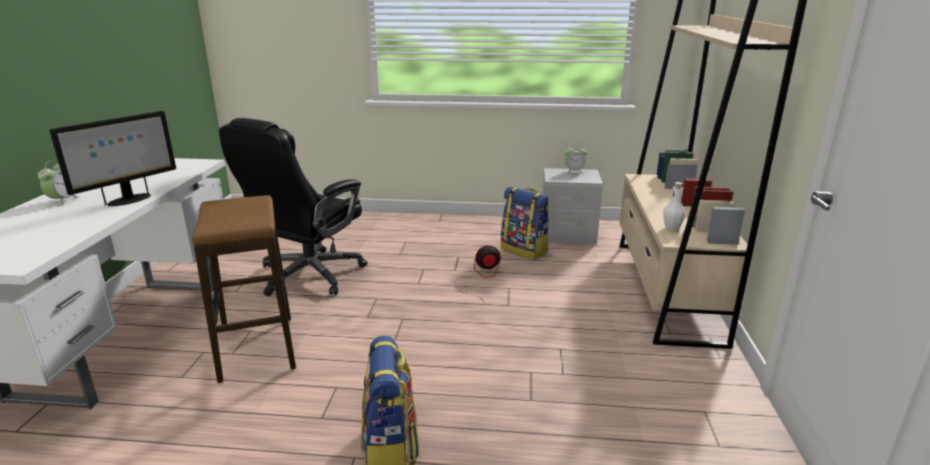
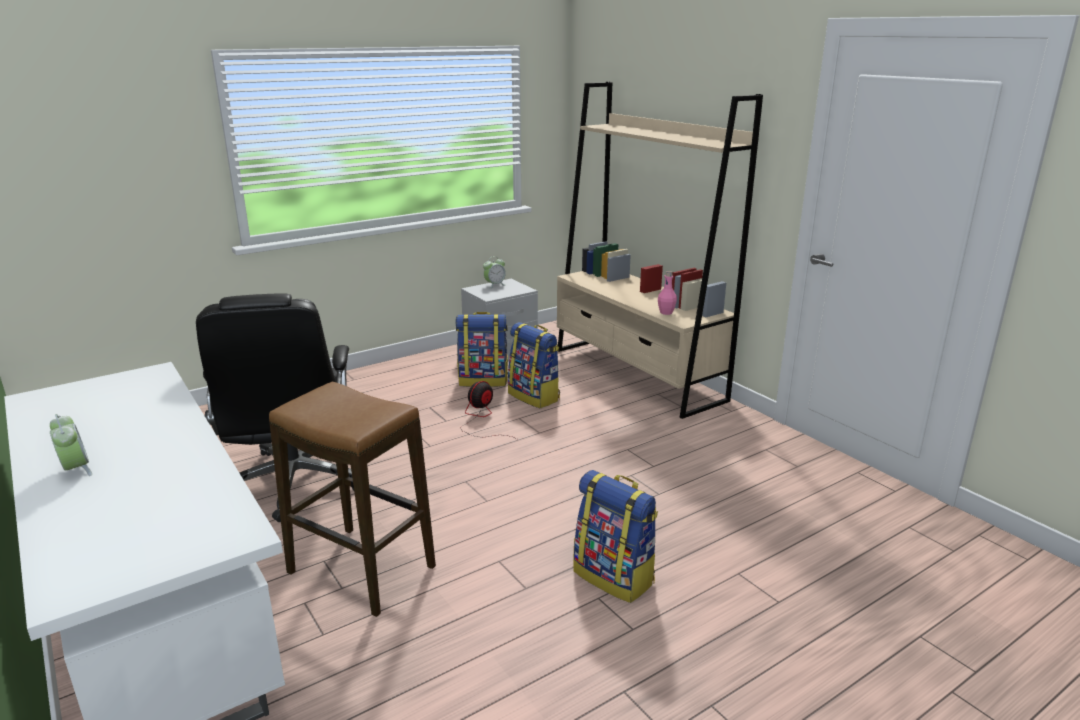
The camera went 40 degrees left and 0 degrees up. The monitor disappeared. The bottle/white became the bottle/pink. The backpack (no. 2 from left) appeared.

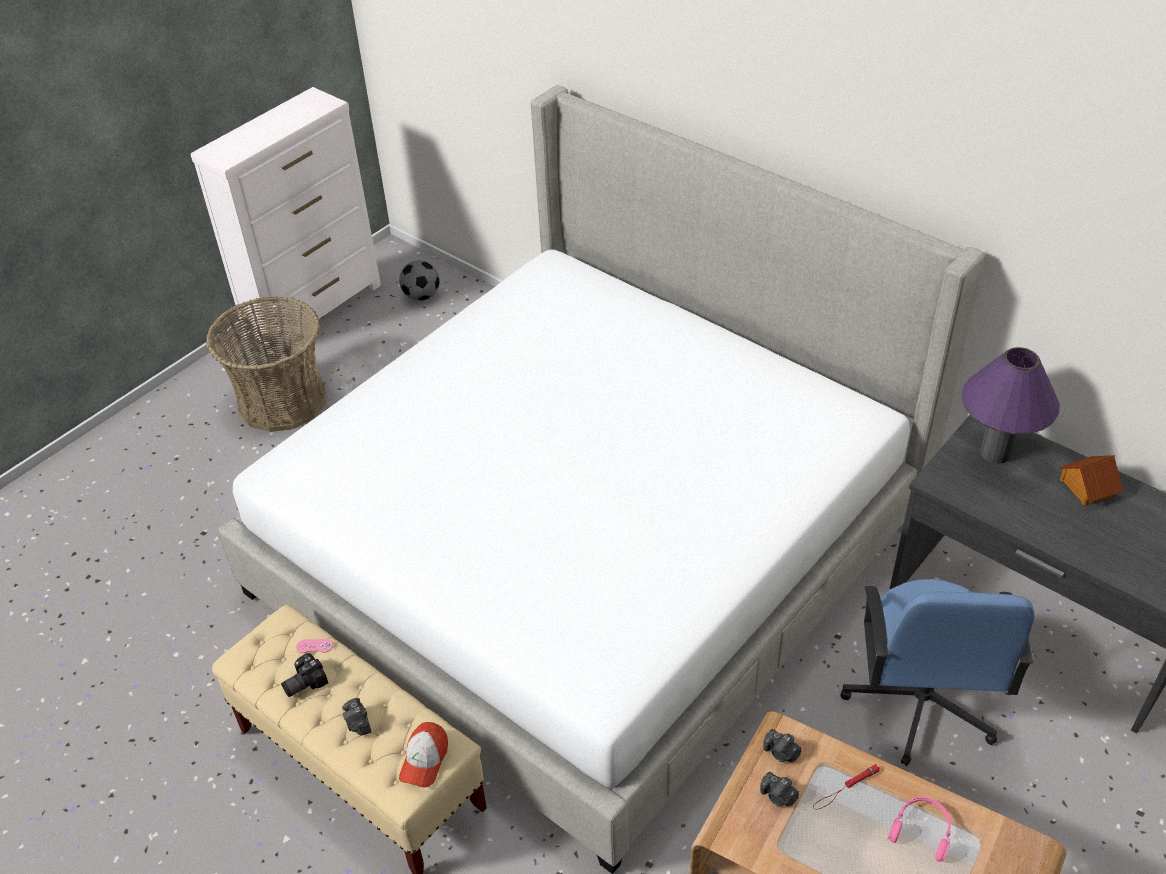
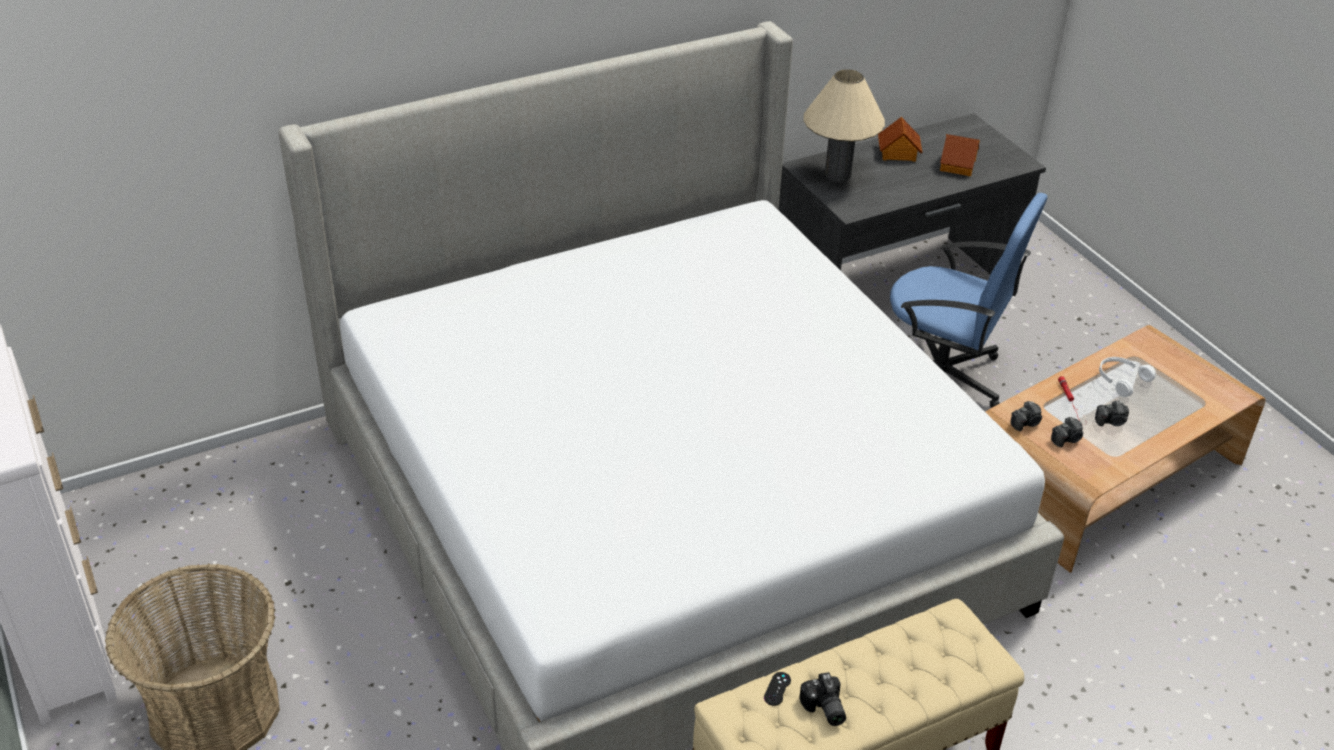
The camera went 70 degrees left and 5 degrees down. The football disappeared. The table lamp/purple became the table lamp/beige. The game controller/pink became the game controller/black. The photo camera (no. 2 from left in the first image) moved. The cap disappeared. The headphones/pink became the headphones/white. The toy house (no. 2 from left) appeared.

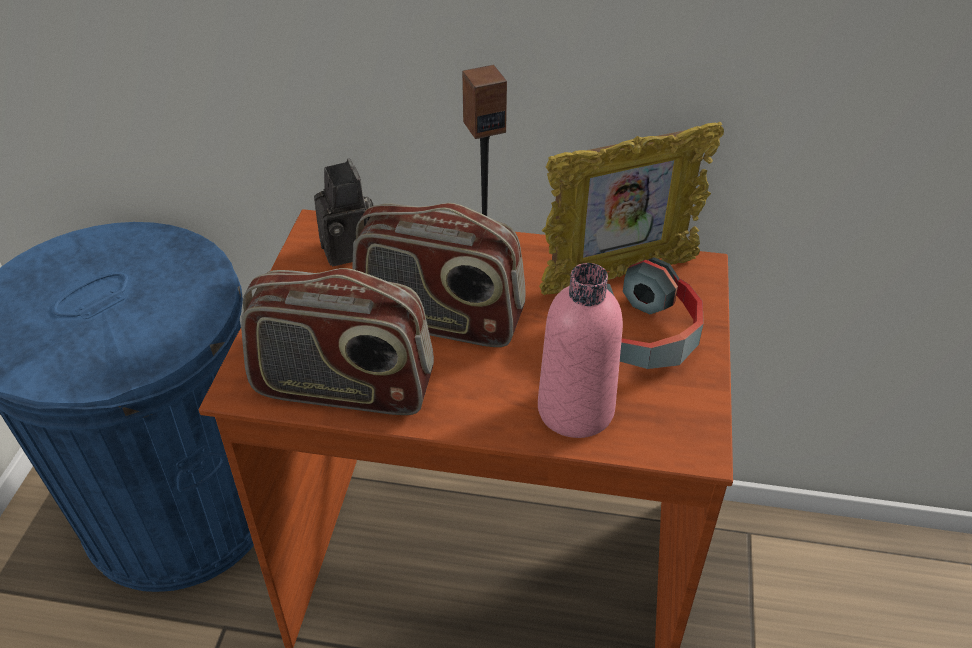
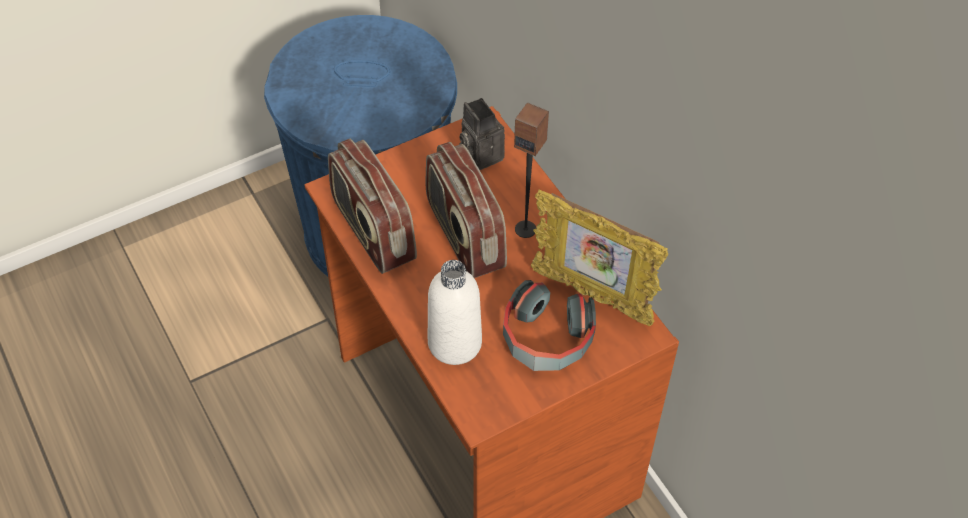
The camera went 50 degrees right and 10 degrees up. The photo camera turned 120 degrees clockwise. The bottle/pink became the bottle/white.

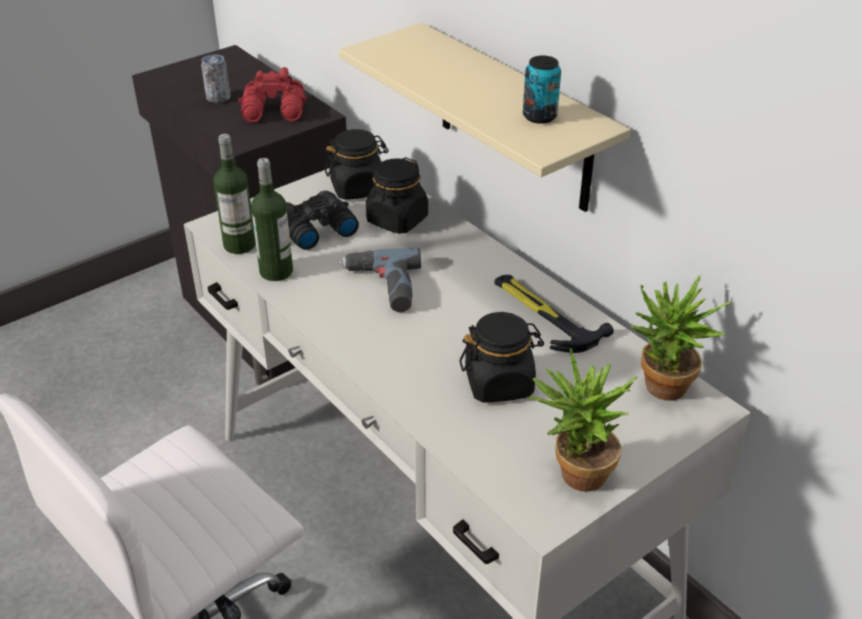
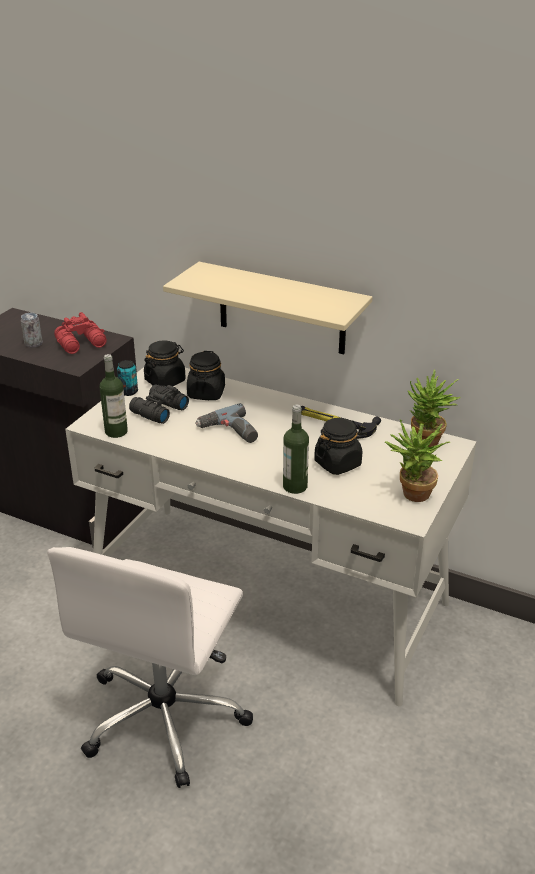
The camera went 25 degrees left and 5 degrees down. The can (no. 2 from left) moved. The bottle (no. 2 from left) moved.

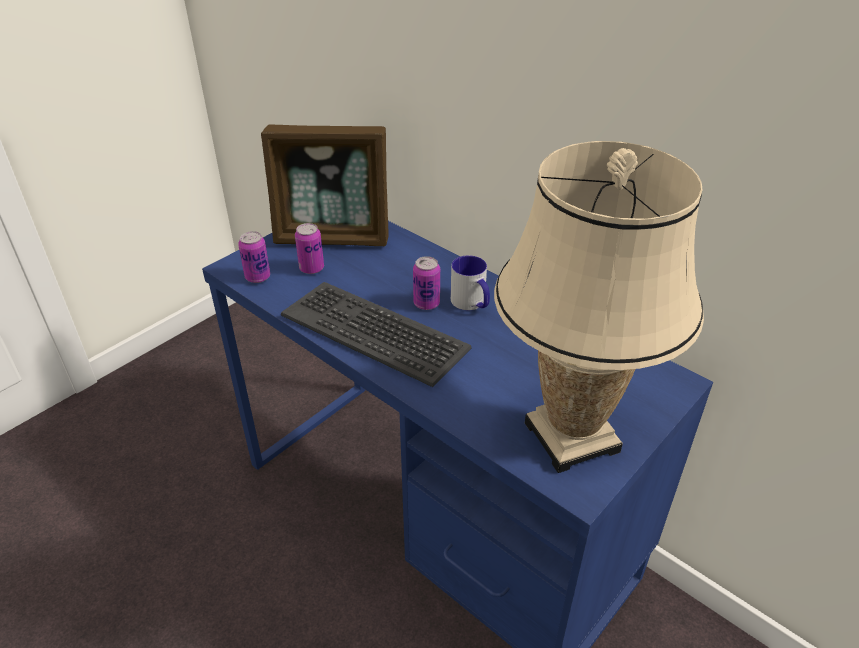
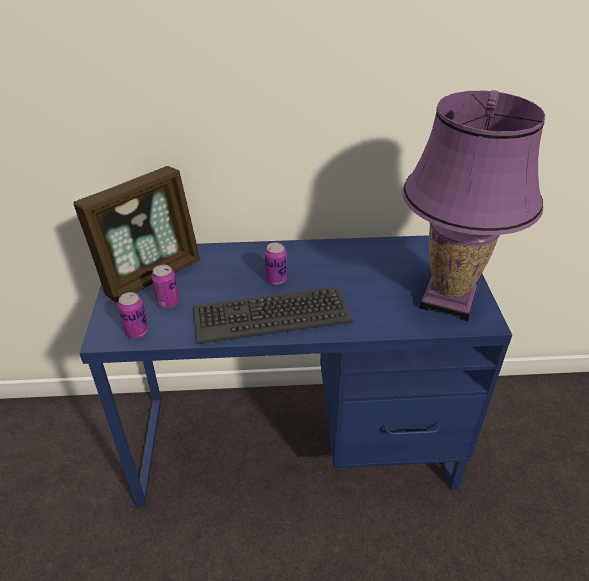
The camera went 45 degrees left and 0 degrees up. The table lamp/beige became the table lamp/purple. The mug disappeared.

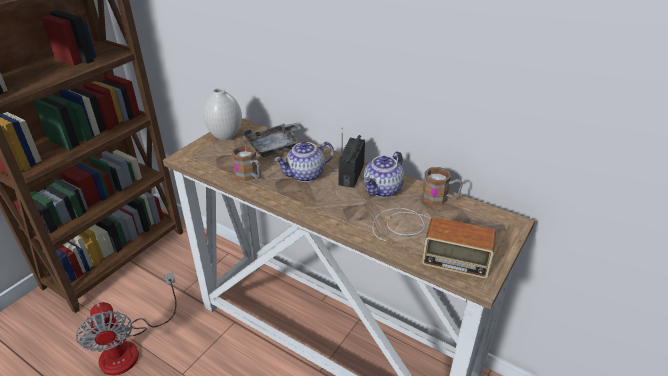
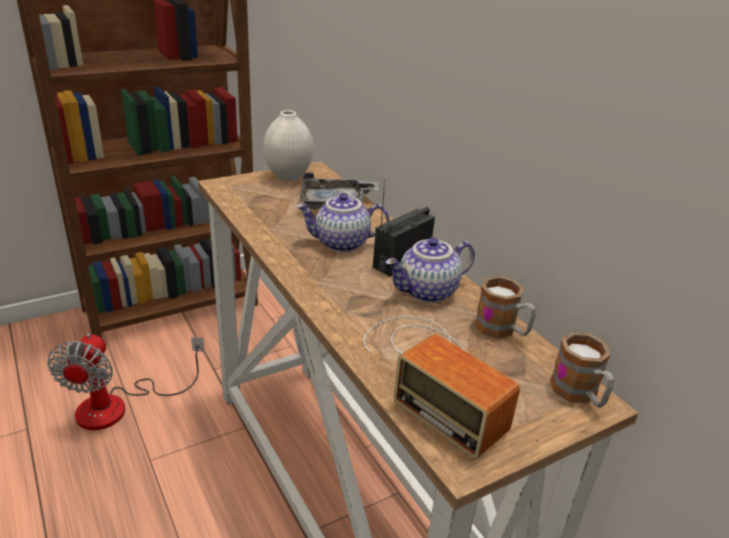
The camera went 25 degrees right and 5 degrees down. The mug (no. 1 from left in the first image) moved.

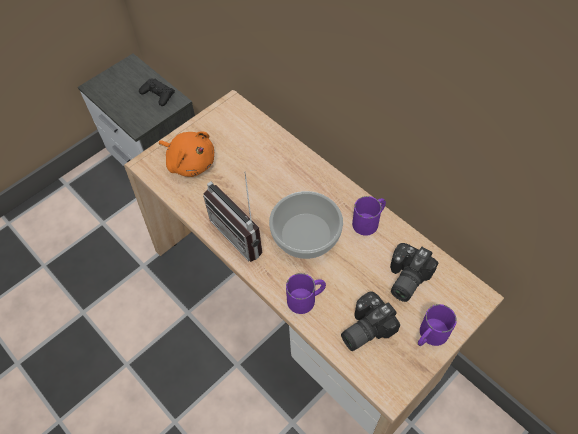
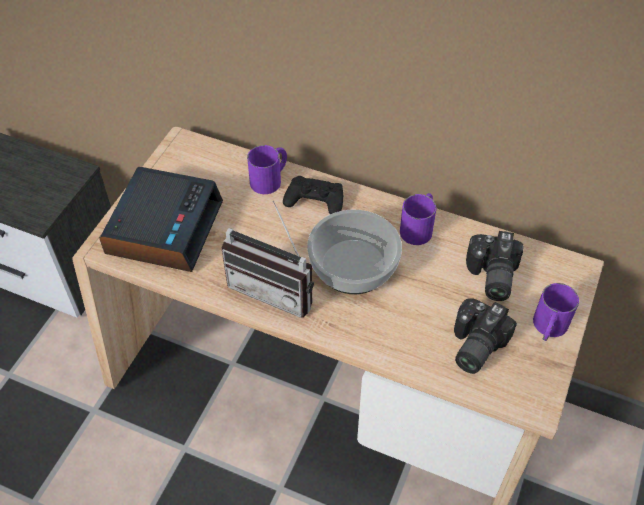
The camera went 25 degrees left and 5 degrees down. The game controller/black moved. The plush toy/orange was replaced by the alarm clock. The mug/purple (no. 1 from left) moved.

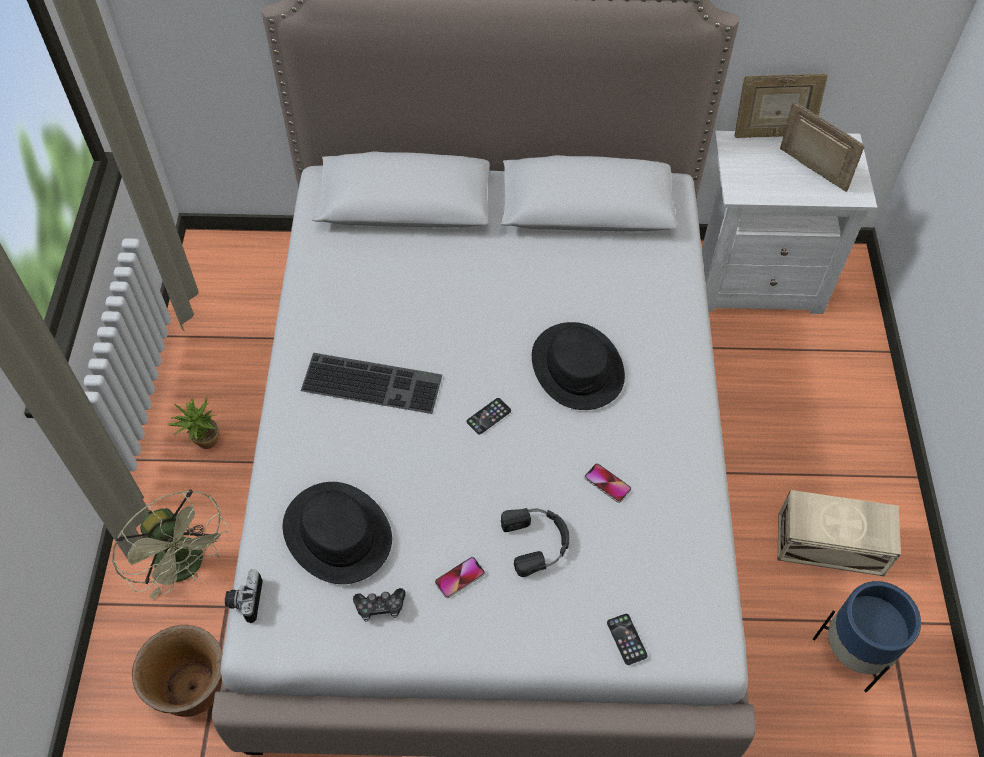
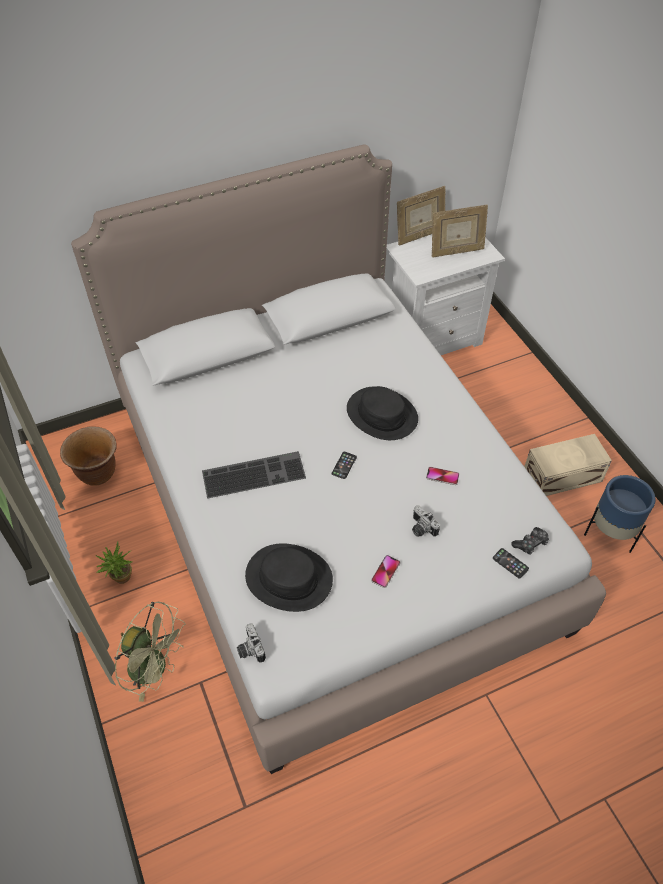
The camera went 25 degrees left and 5 degrees down. The picture frame (no. 2 from left) turned 150 degrees clockwise. The headphones/black was replaced by the photo camera (no. 2 from left). The game controller moved. The planter/brown moved.

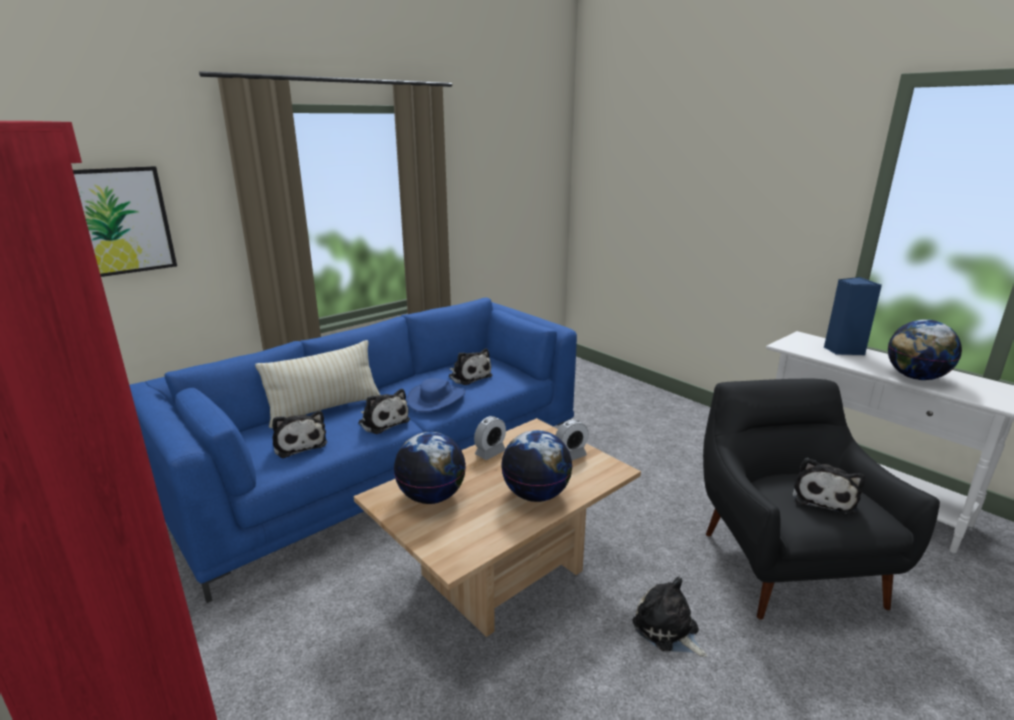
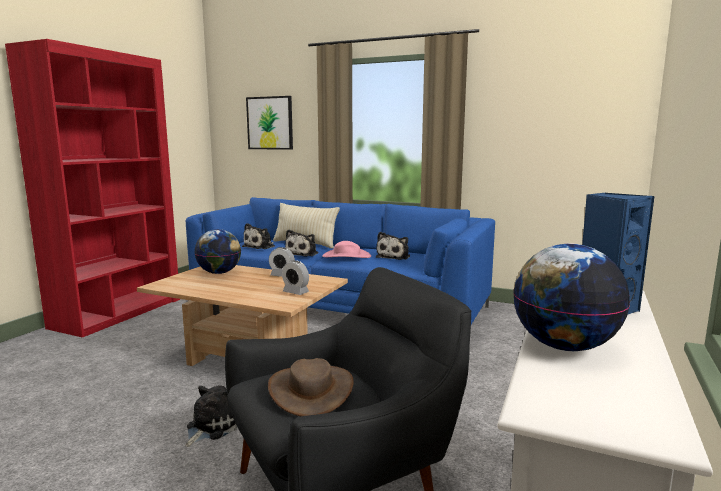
The camera went 65 degrees right and 10 degrees down. The hat/blue became the hat/pink. The globe (no. 2 from left) disappeared. The plush toy (no. 5 from left) was replaced by the hat/brown.

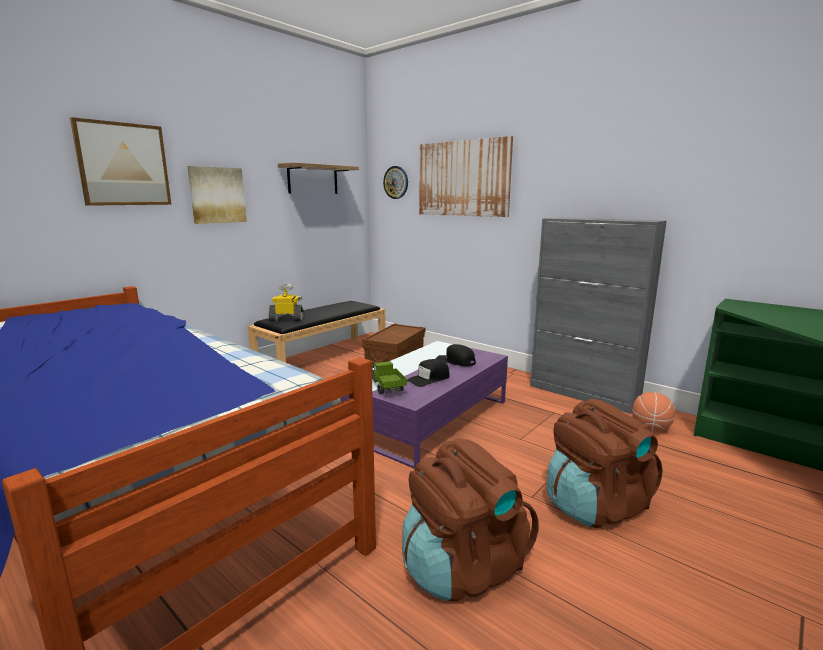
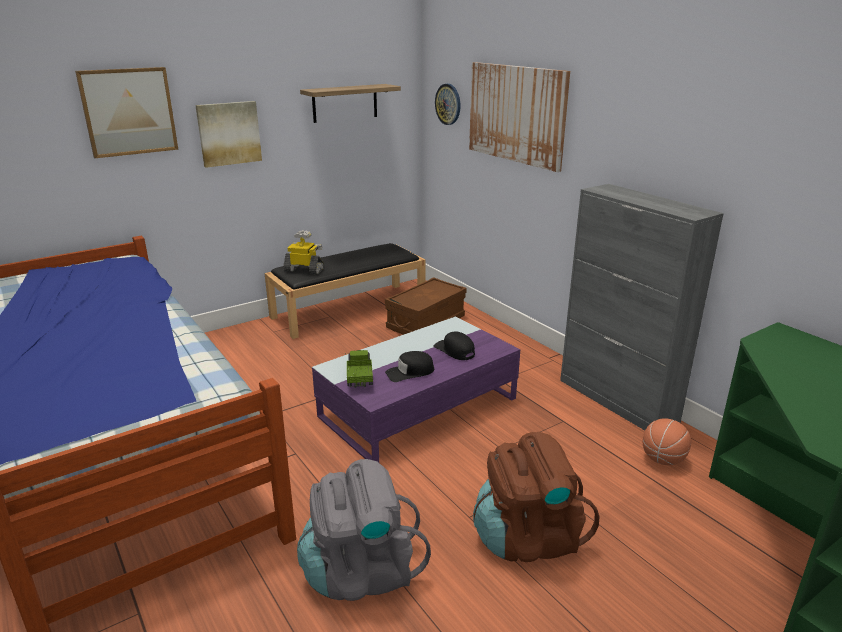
The camera went 15 degrees right and 10 degrees up. The backpack/brown (no. 1 from left) became the backpack/grey.

